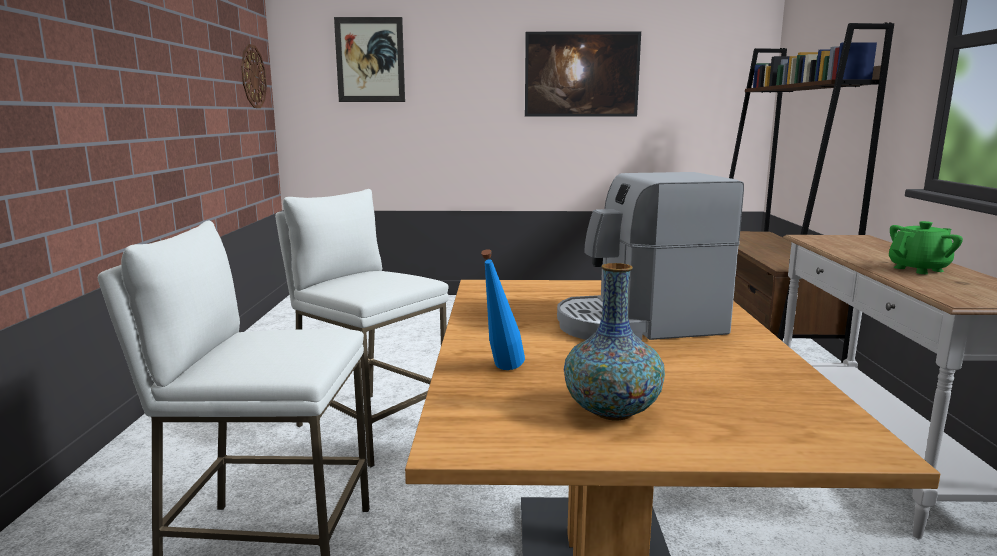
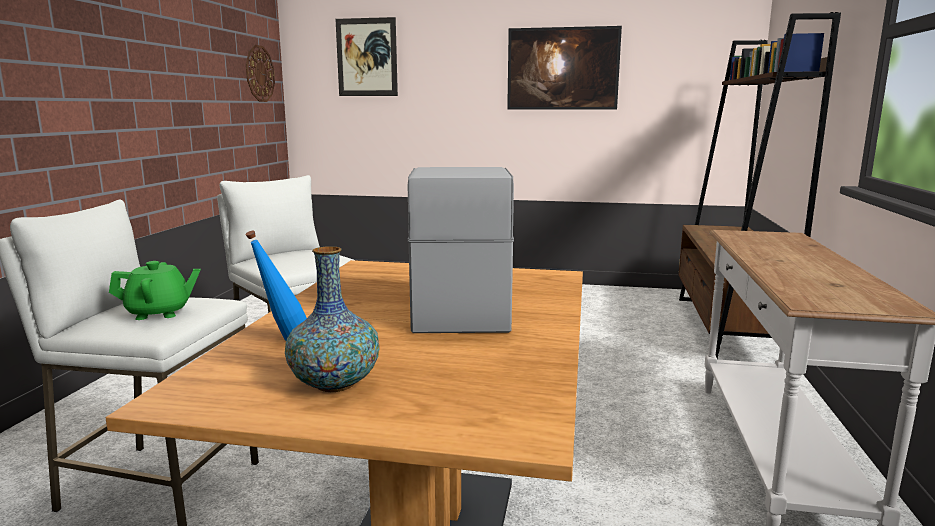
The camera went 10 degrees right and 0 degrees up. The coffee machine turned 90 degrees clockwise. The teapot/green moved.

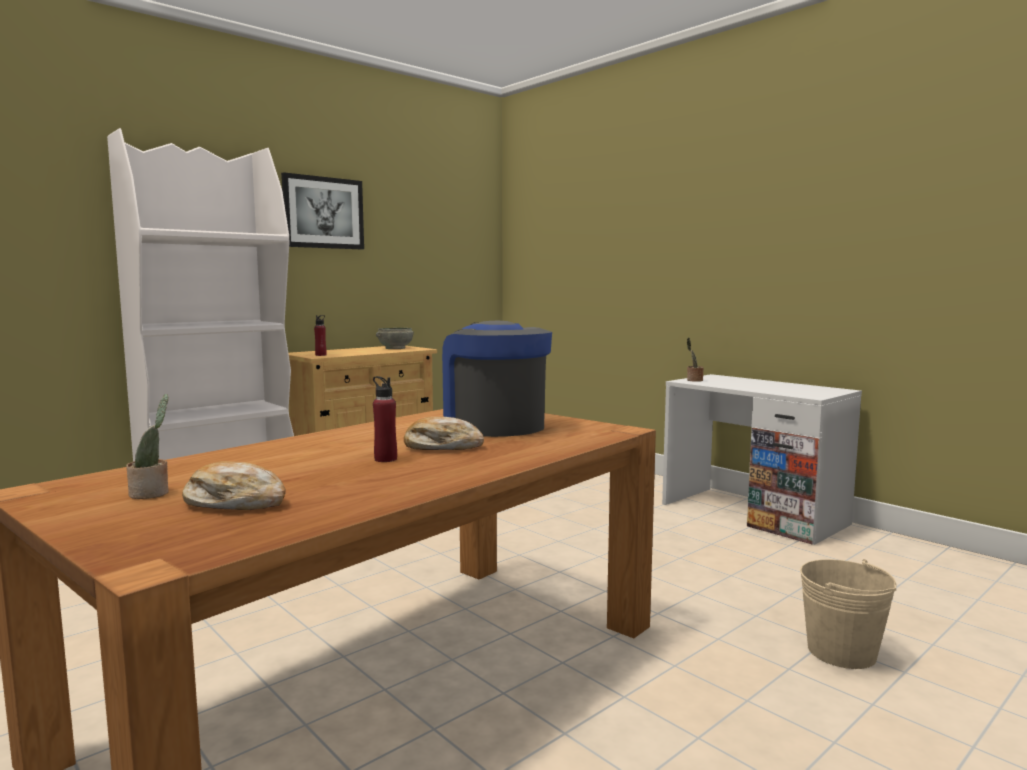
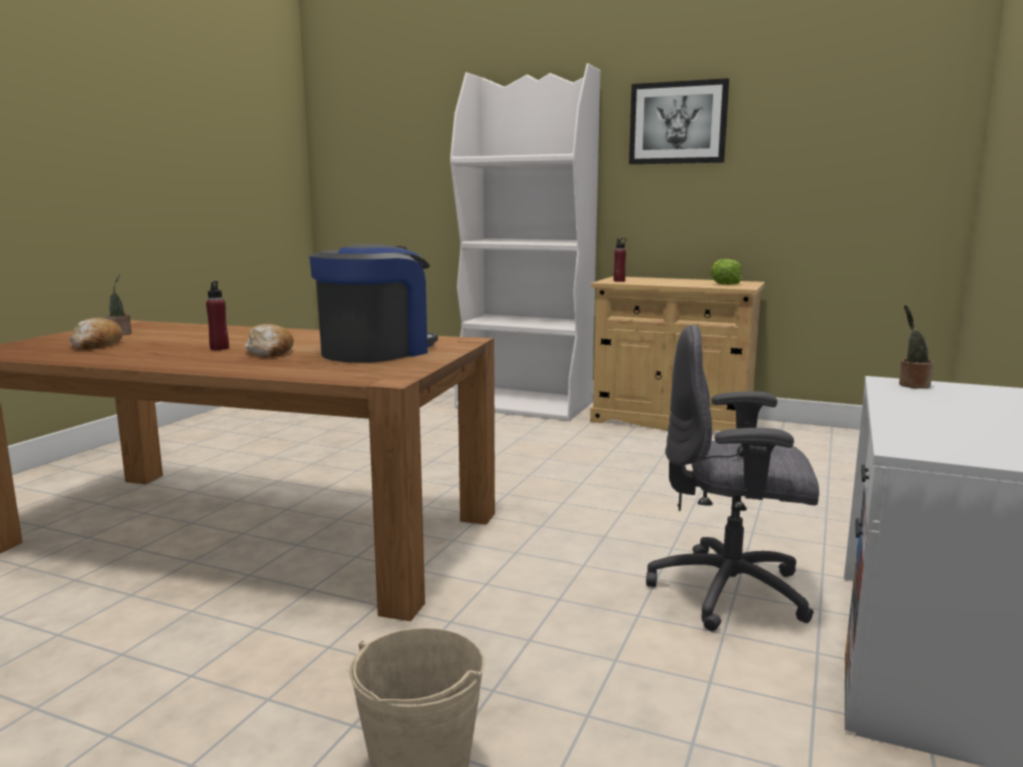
The camera went 65 degrees right and 5 degrees up. The bowl/grey was replaced by the lettuce. The office chair/grey appeared.

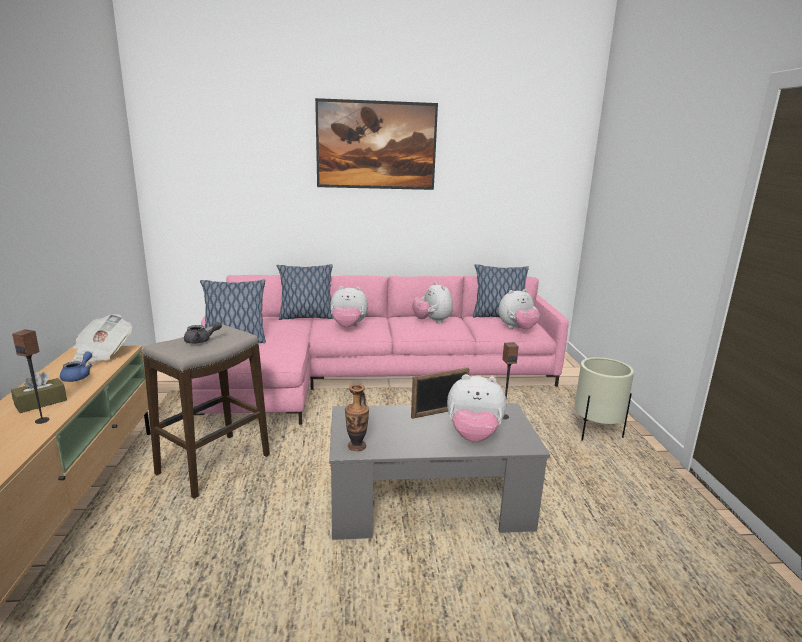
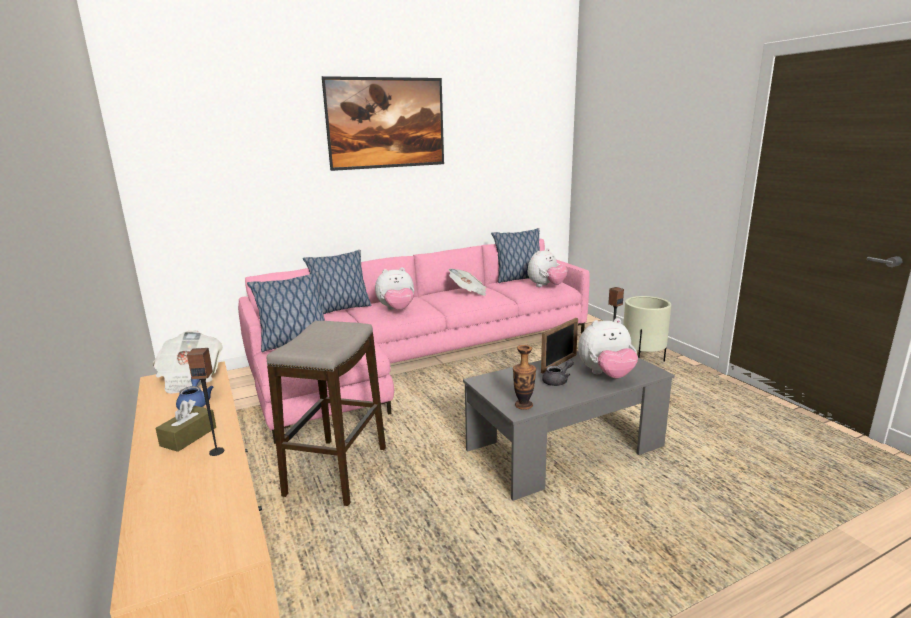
The camera went 20 degrees left and 0 degrees up. The plush toy (no. 2 from left) was replaced by the newspaper (no. 2 from left). The teapot/grey moved.

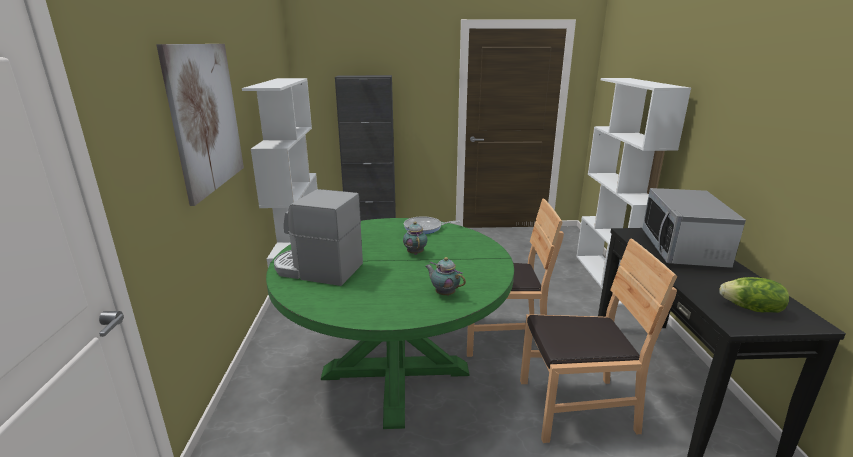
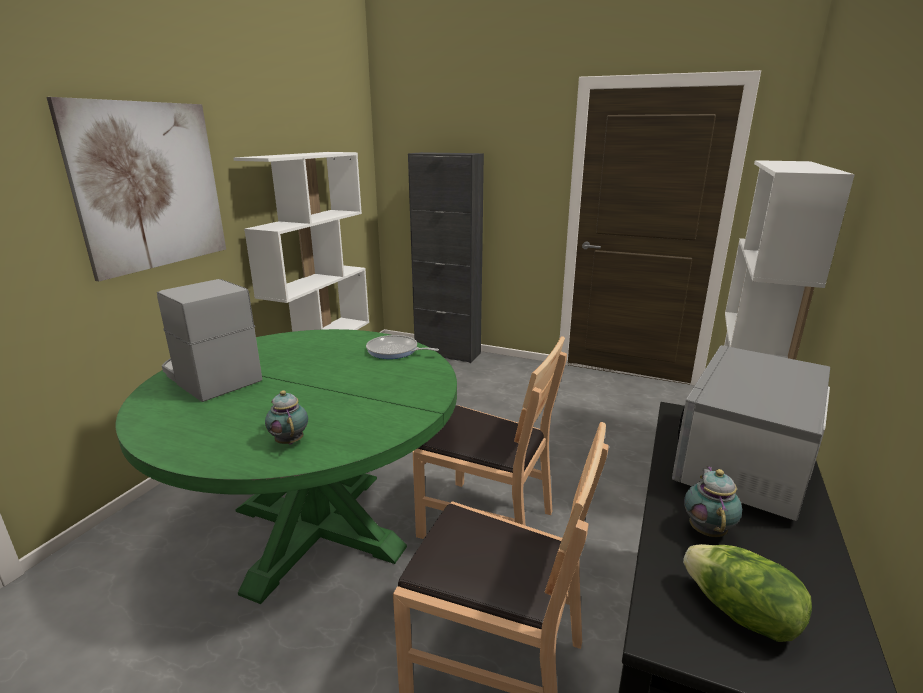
The camera went 25 degrees right and 0 degrees up. The teapot (no. 1 from left in the first image) moved.

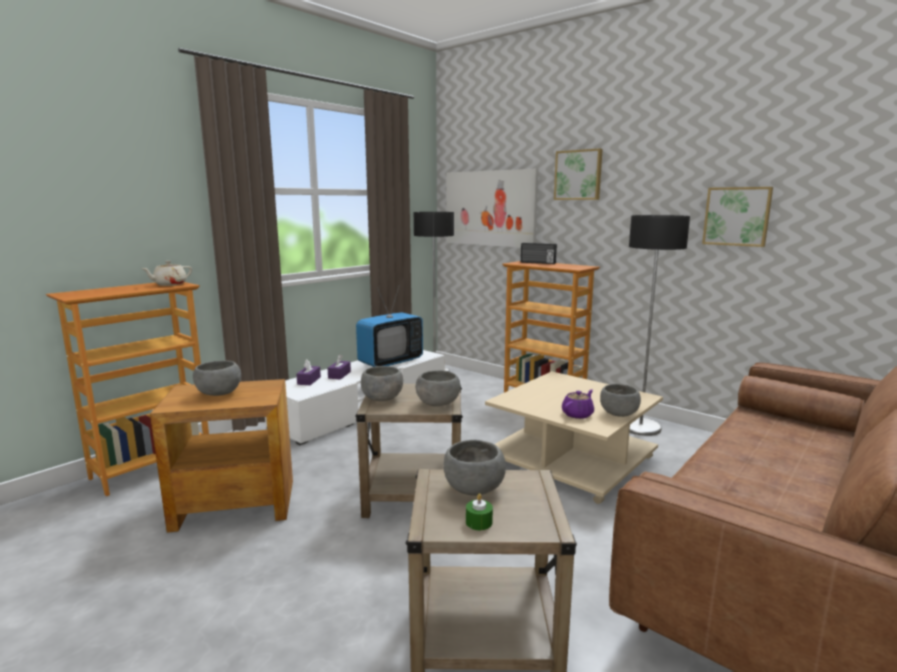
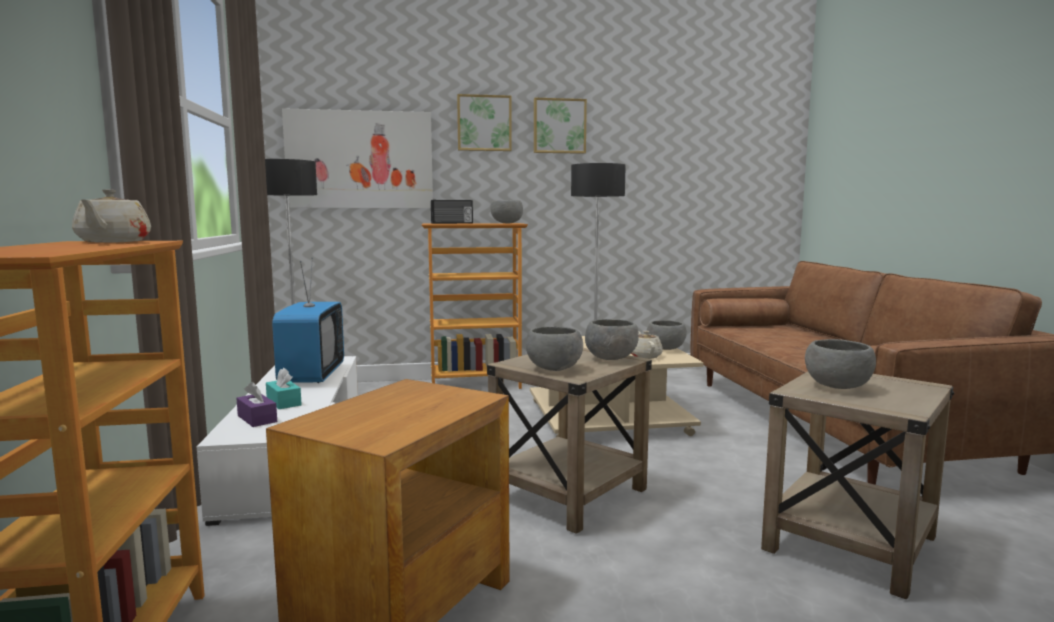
The camera went 50 degrees left and 5 degrees down. The picture (no. 3 from left) moved. The tissue box/purple (no. 2 from left) became the tissue box/turquoise. The bowl/grey (no. 1 from left) moved. The teapot/purple became the teapot/beige (no. 2 from left). The candle/green disappeared.

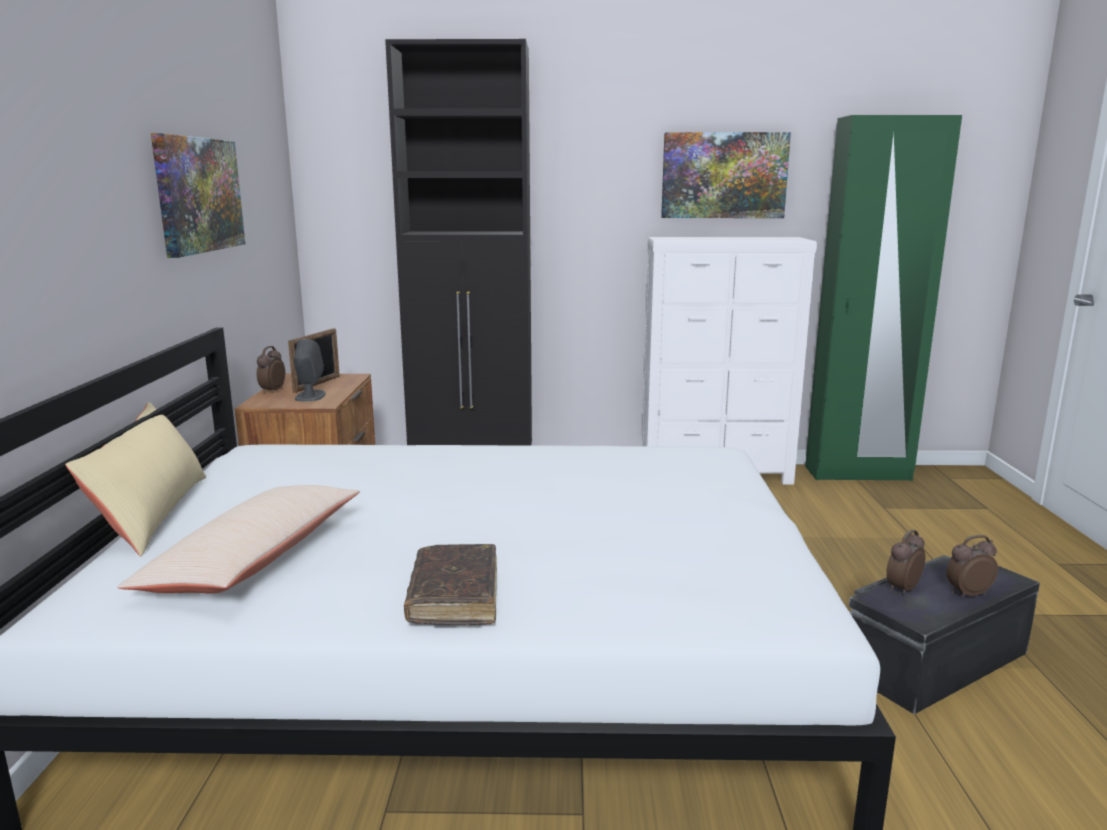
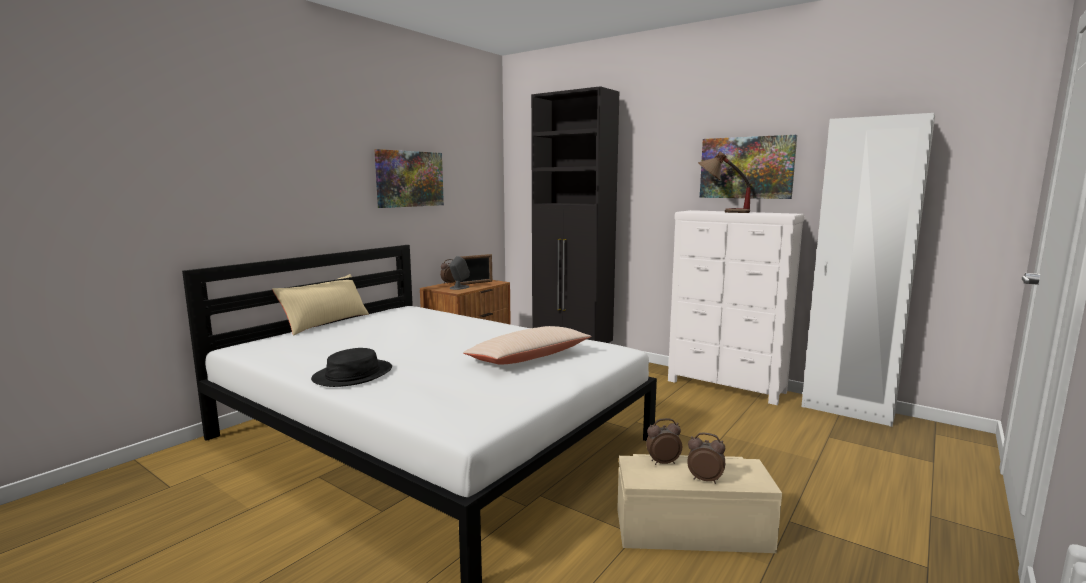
The camera went 35 degrees right and 5 degrees down. The wardrobe/green became the wardrobe/white. The pillow/beige (no. 2 from left) moved. The book/brown was replaced by the hat/black. The storage box/black became the storage box/beige. The table lamp appeared.

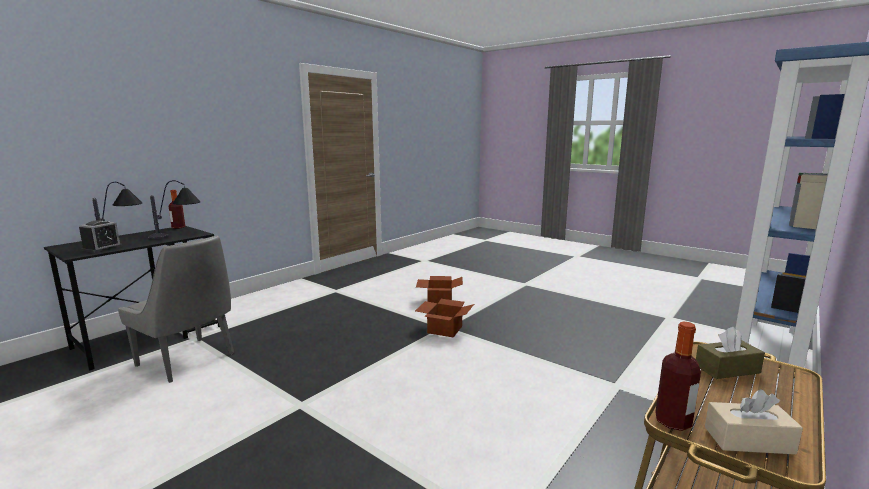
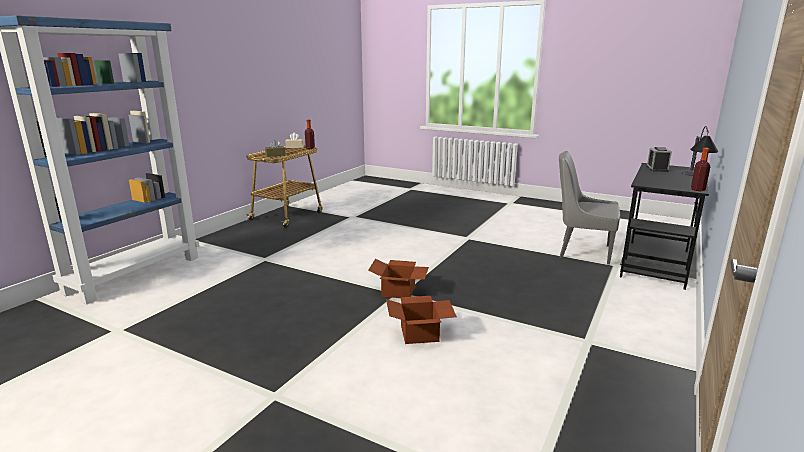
The camera went 170 degrees right and 5 degrees up. The table lamp (no. 2 from left) disappeared.

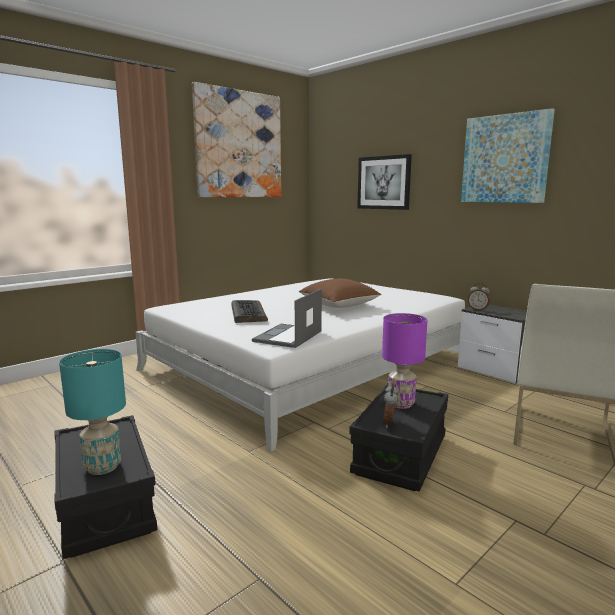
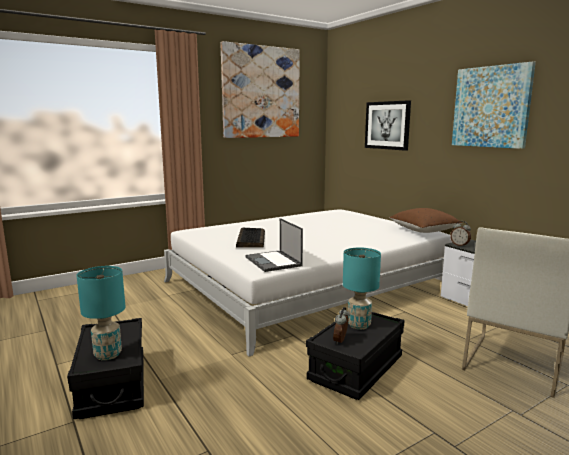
The camera went 10 degrees right and 0 degrees up. The pillow/brown moved. The laptop turned 60 degrees counterclockwise. The table lamp/purple became the table lamp/turquoise (no. 2 from left).

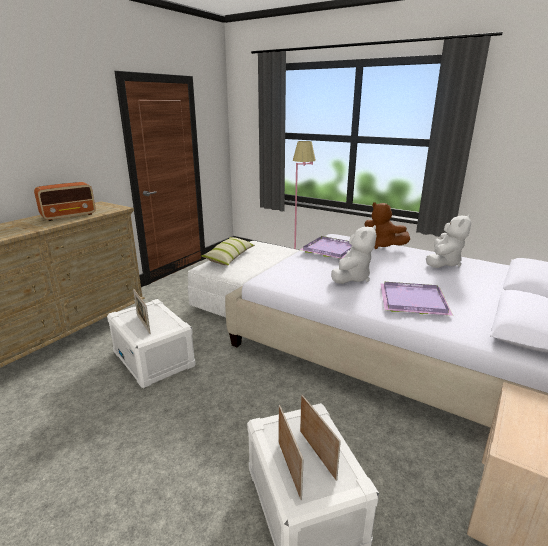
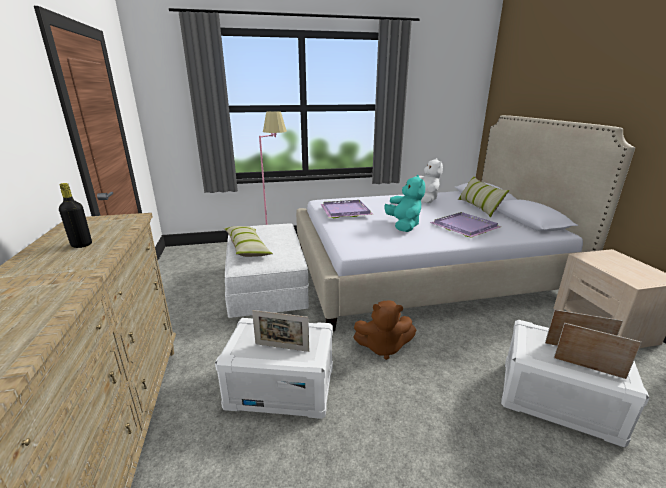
The camera went 45 degrees left and 0 degrees up. The radio was replaced by the bottle/black. The plush toy/brown moved. The plush toy/white (no. 1 from left) became the plush toy/turquoise. The pillow (no. 2 from left) appeared.

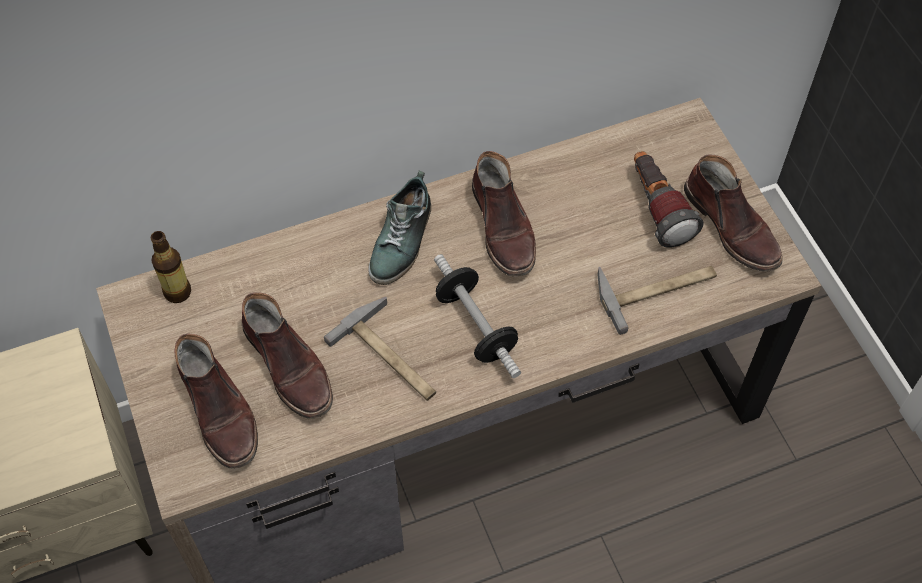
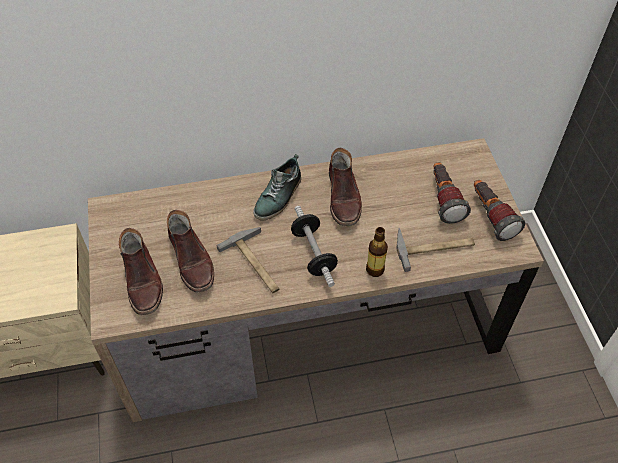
The camera went 10 degrees right and 5 degrees down. The boot/brown (no. 4 from left) was replaced by the flashlight (no. 2 from left). The bottle moved.

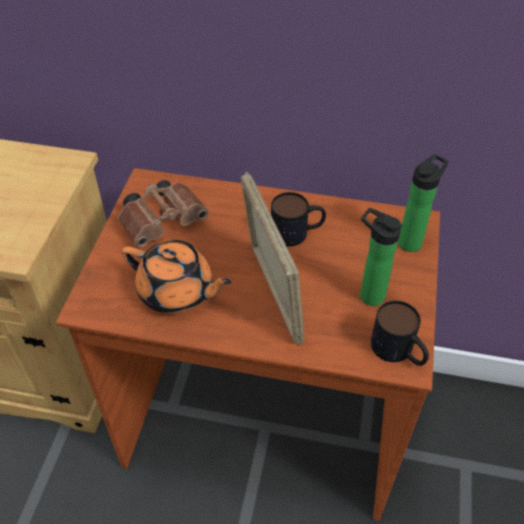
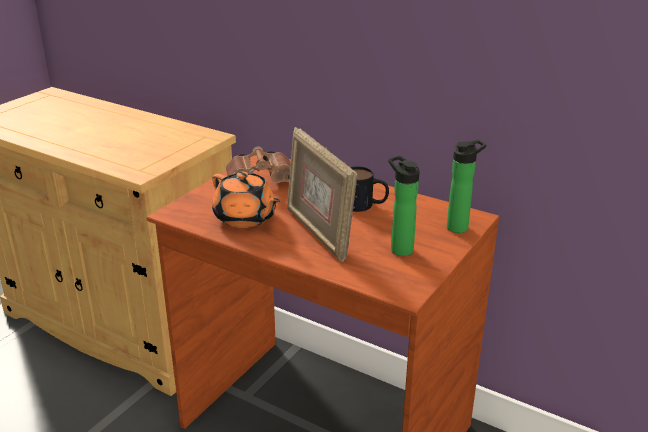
The camera went 20 degrees right and 20 degrees down. The picture frame turned 150 degrees clockwise. The mug (no. 2 from left) disappeared.

